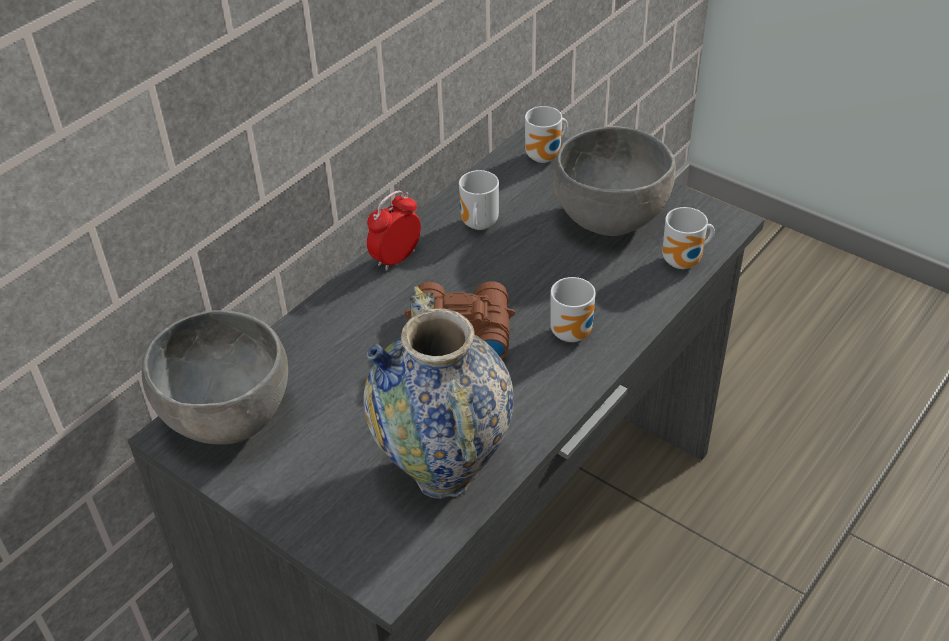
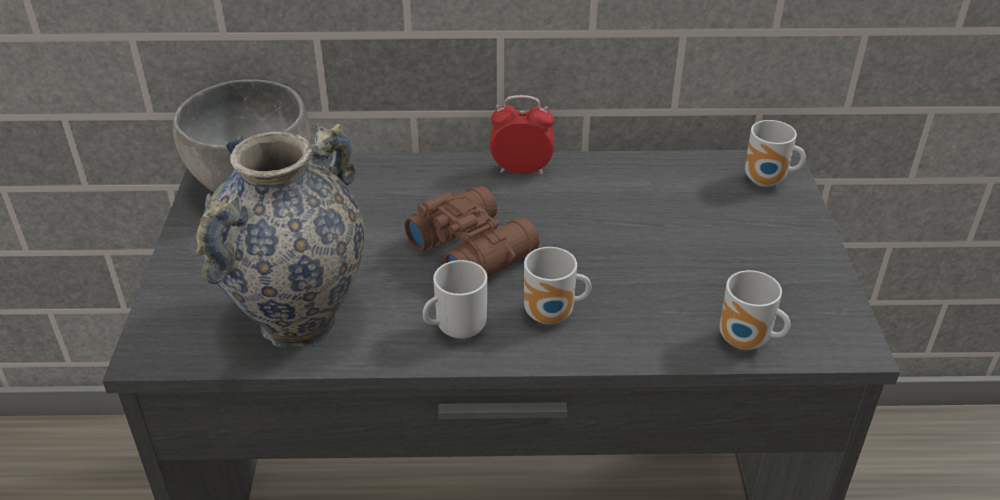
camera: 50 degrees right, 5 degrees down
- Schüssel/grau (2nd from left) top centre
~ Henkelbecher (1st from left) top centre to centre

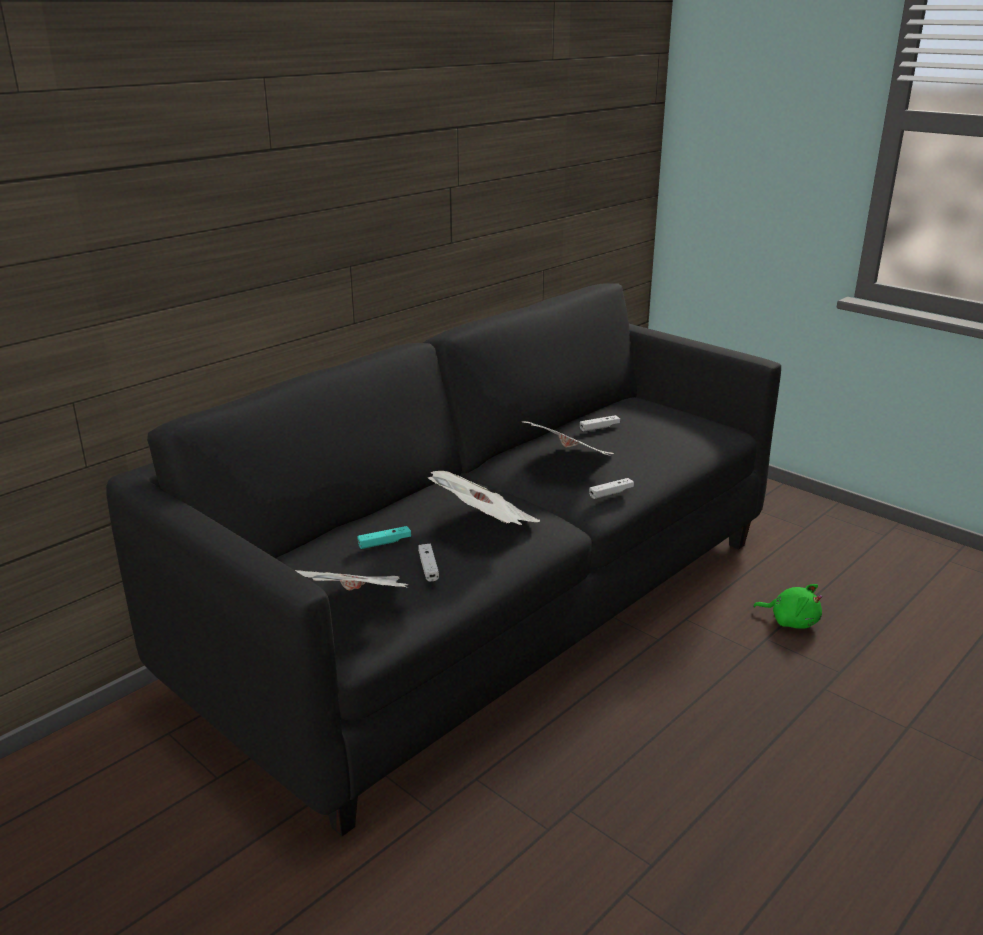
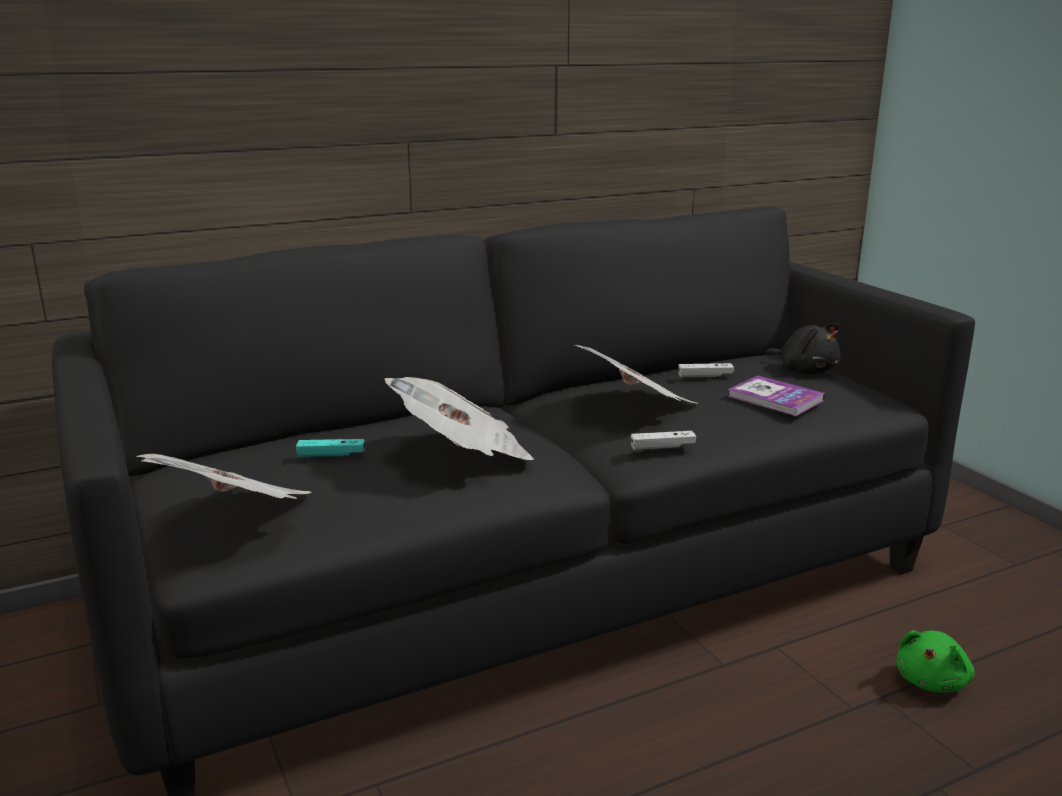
camera: 20 degrees right, 5 degrees down
- Gamepad/weiß (1st from left) centre
~ Plüschtier/grün middle right = bottom right 75 degrees clockwise
+ Plüschtier/schwarz middle right
+ Buch middle right

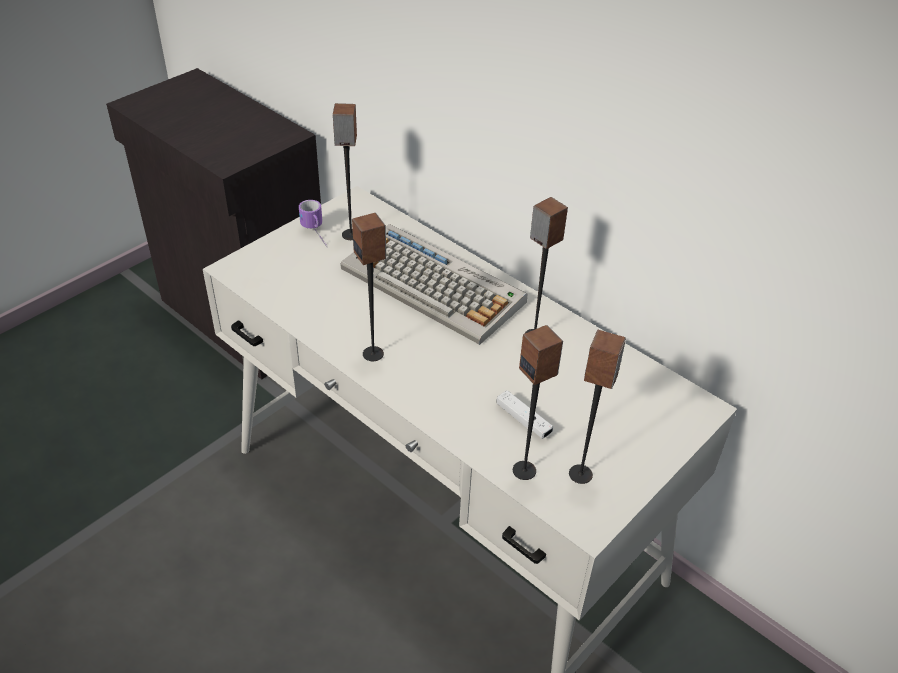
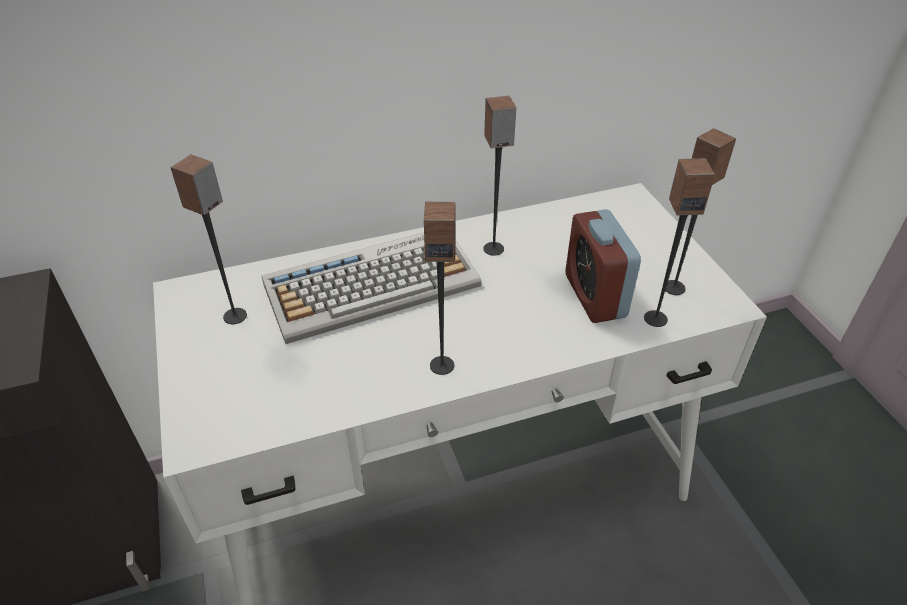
camera: 60 degrees left, 0 degrees up
- Henkelbecher top centre
~ Gamepad/weiß centre to Wecker centre

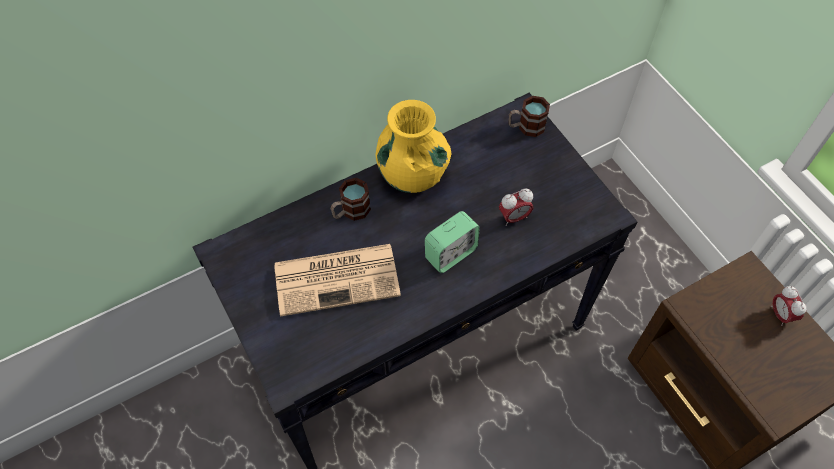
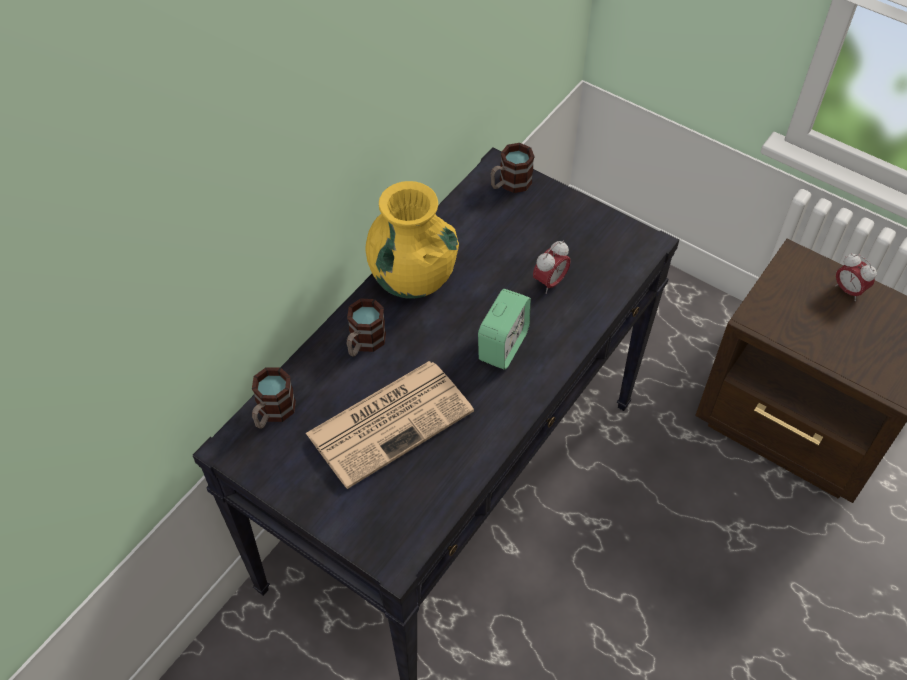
camera: 25 degrees left, 5 degrees down
+ Henkelbecher (1st from left) middle left

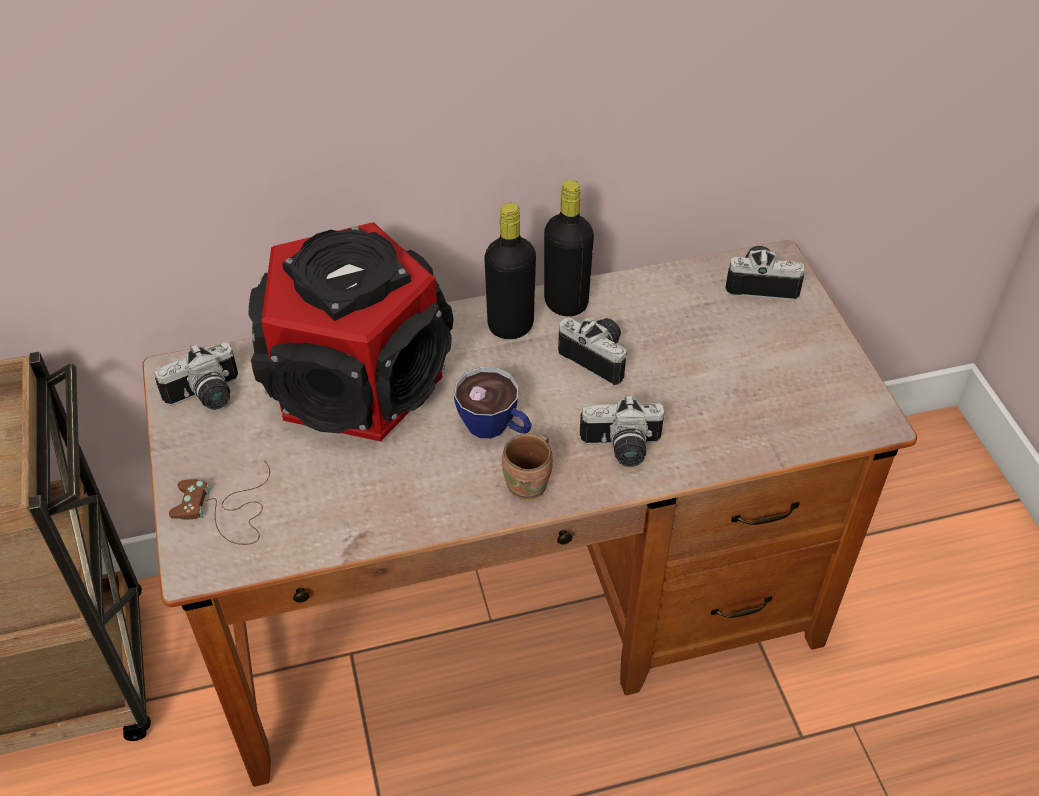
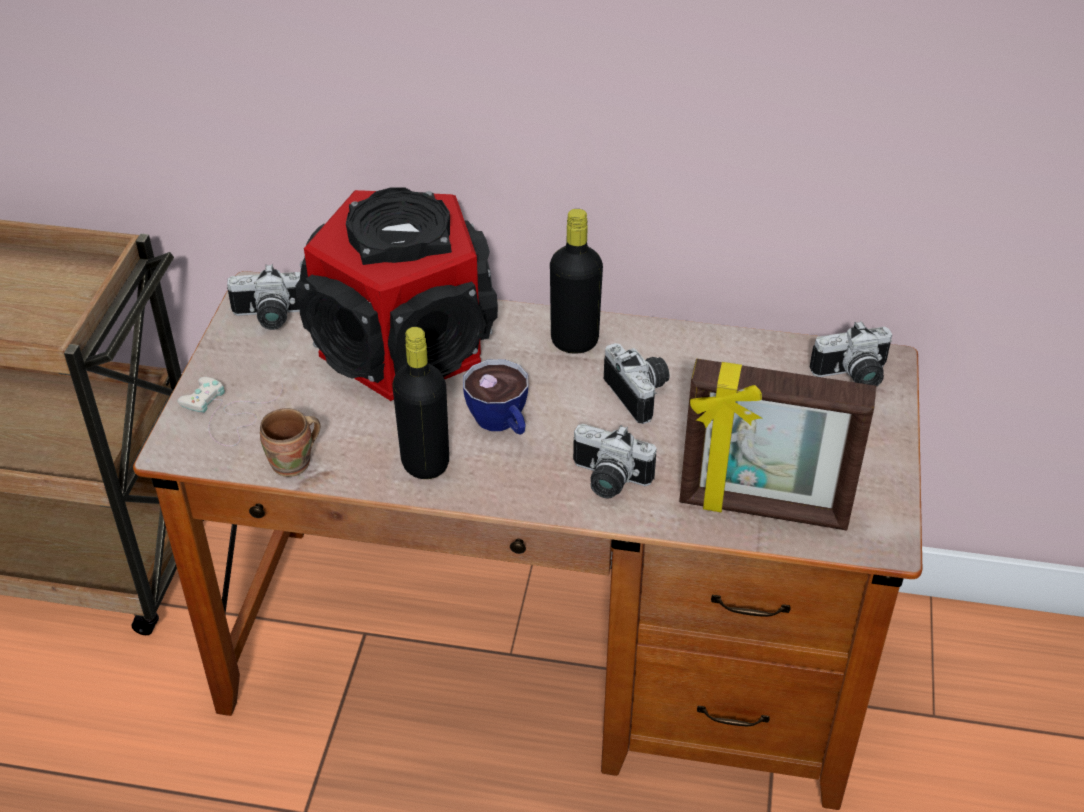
camera: 25 degrees right, 5 degrees down
~ Flasche/schwarz (2nd from left in the first image) top centre to Flasche/schwarz (1st from left) centre
~ Kamera (4th from left) middle right = middle right 135 degrees clockwise
~ Henkelbecher/braun centre to middle left
~ Gamepad/braun middle left to Gamepad/weiß middle left
+ Bilderrahmen middle right

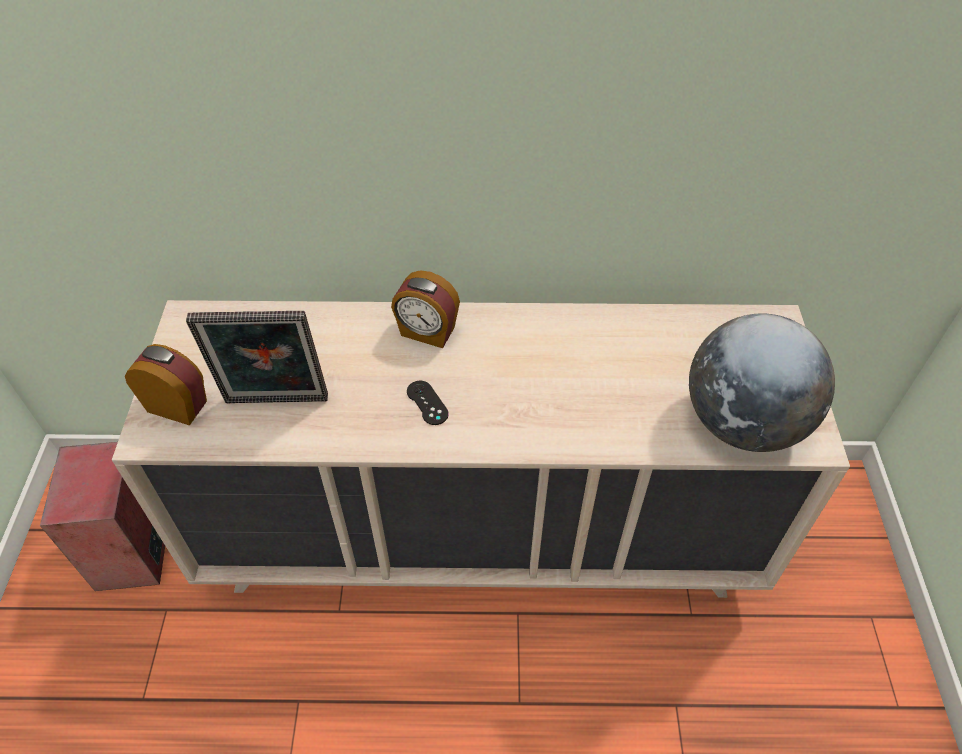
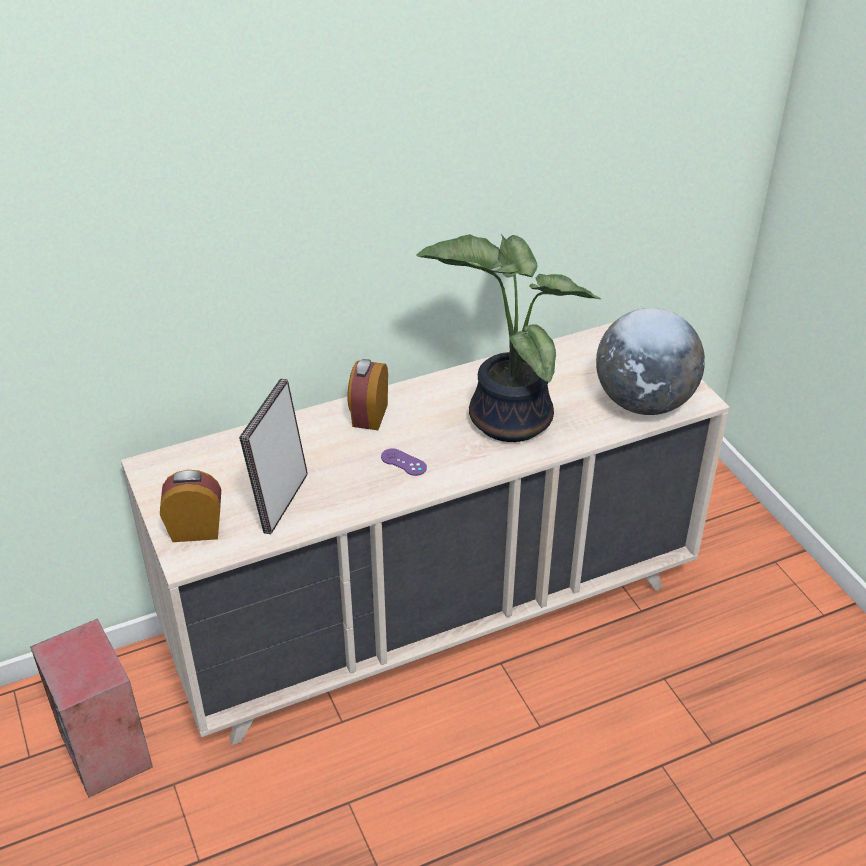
camera: 25 degrees left, 10 degrees down
~ Wecker (2nd from left) centre = centre 105 degrees clockwise
~ Bilderrahmen middle left = middle left 135 degrees clockwise
~ Gamepad/schwarz centre to Gamepad/lila centre
+ Topfpflanze centre

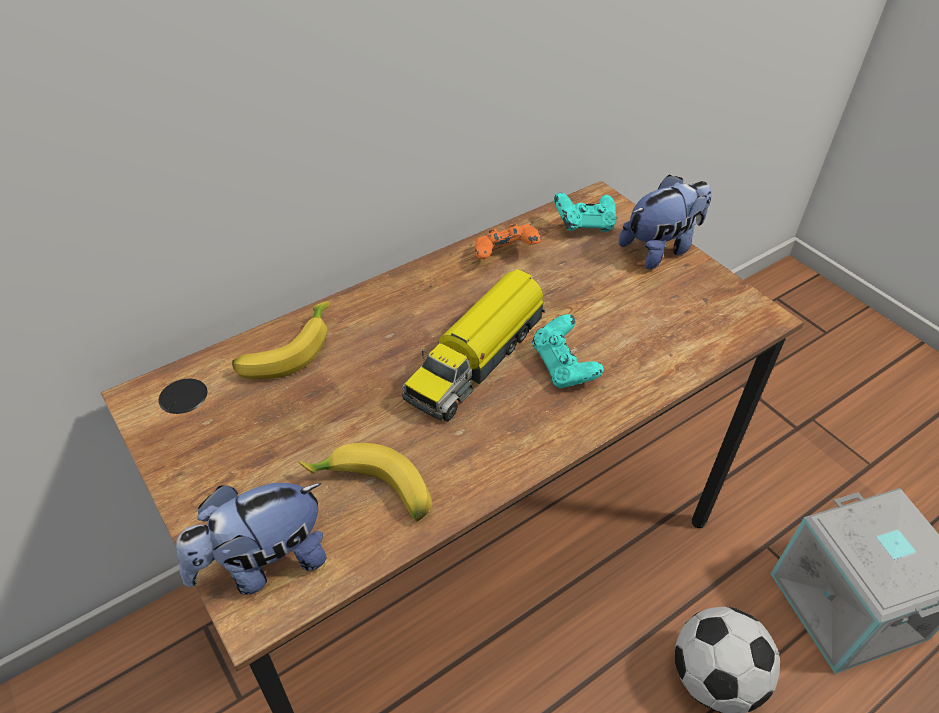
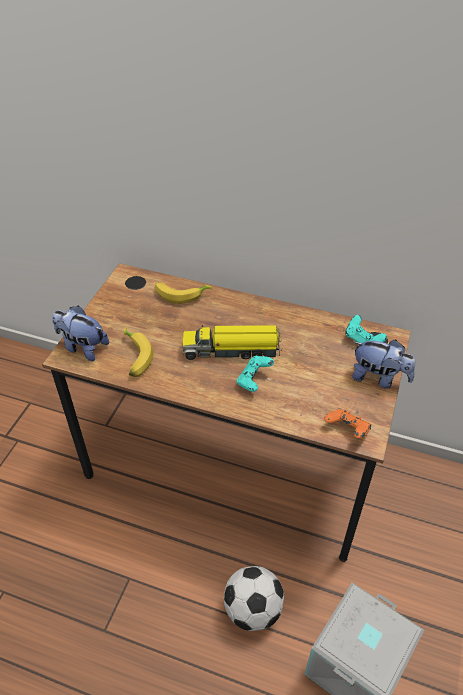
camera: 55 degrees right, 0 degrees up
~ Gamepad/orange centre to middle right

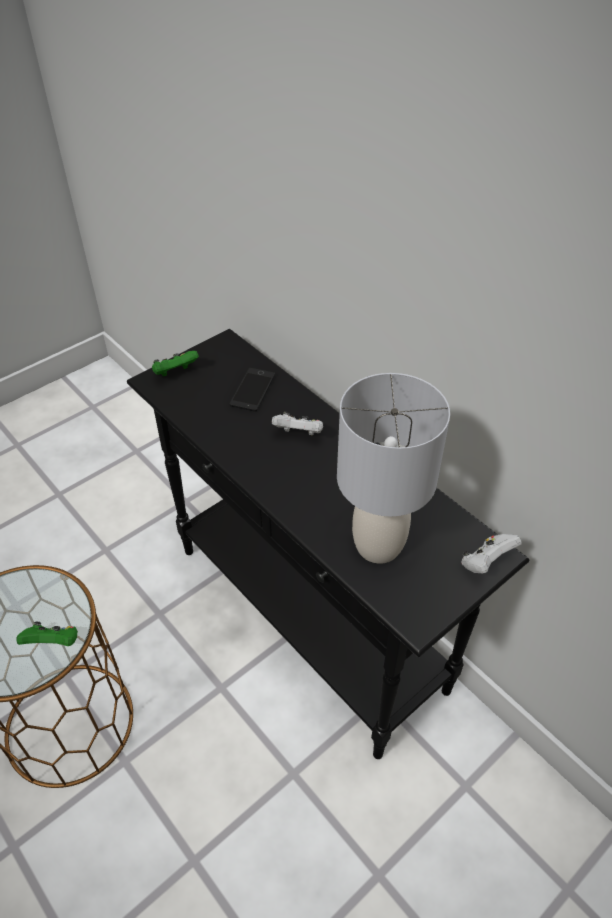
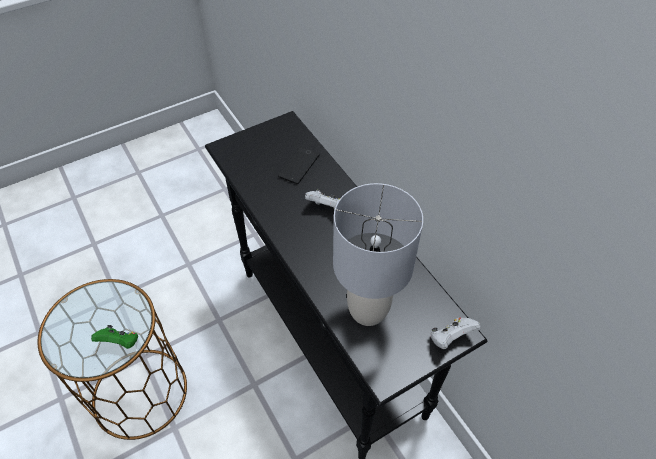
camera: 10 degrees right, 5 degrees up
- Gamepad/grün (2nd from left) middle left

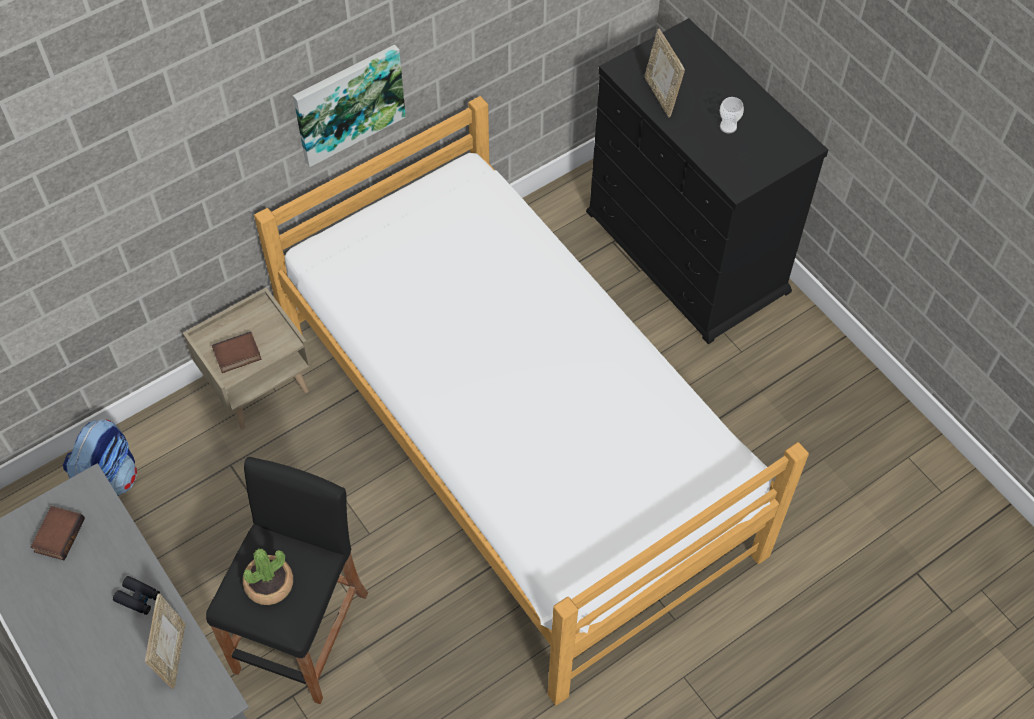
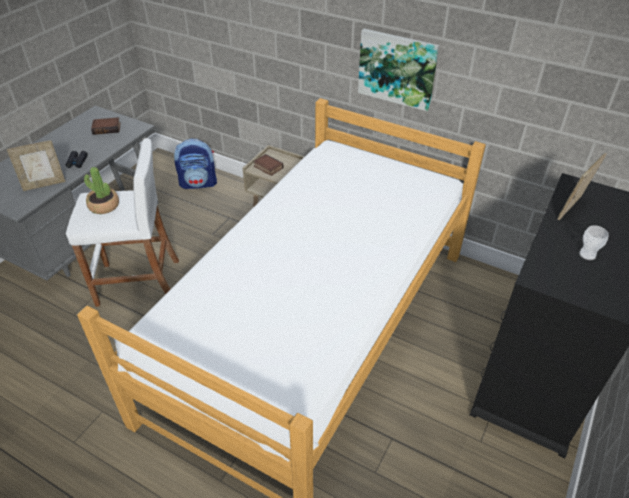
camera: 65 degrees right, 15 degrees down
~ Hocker/schwarz bottom left to Hocker/weiß middle left

